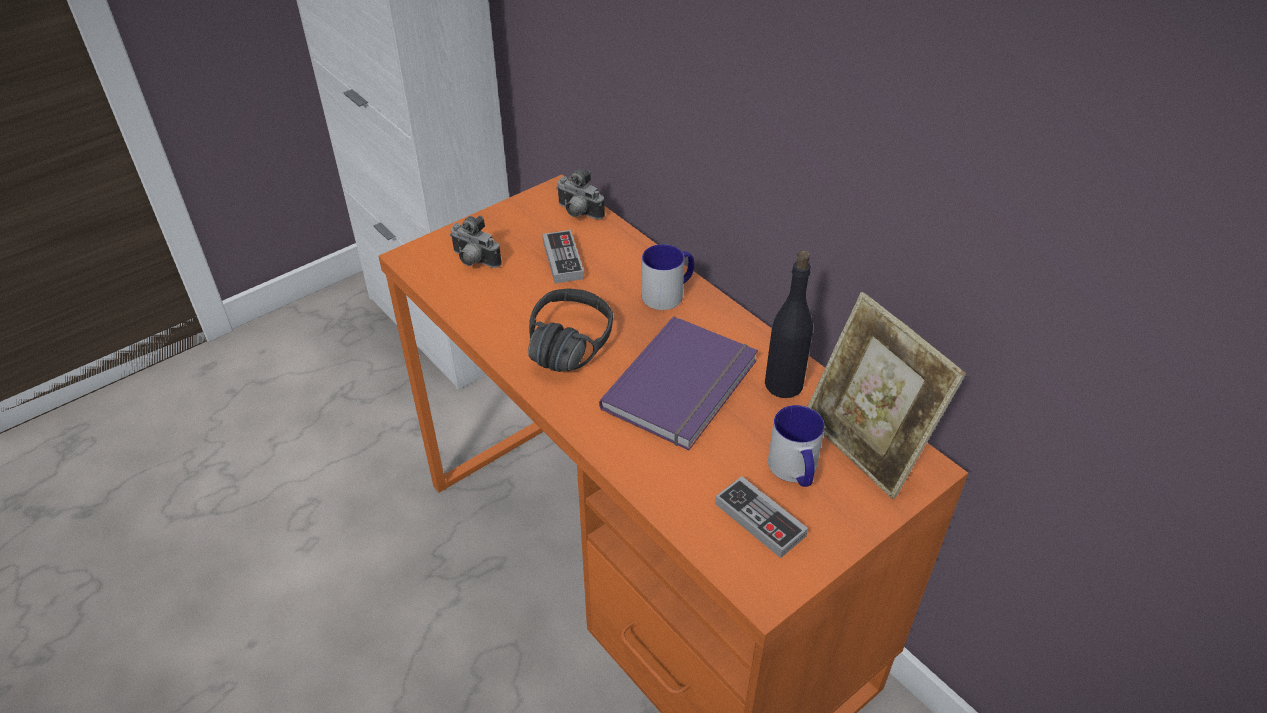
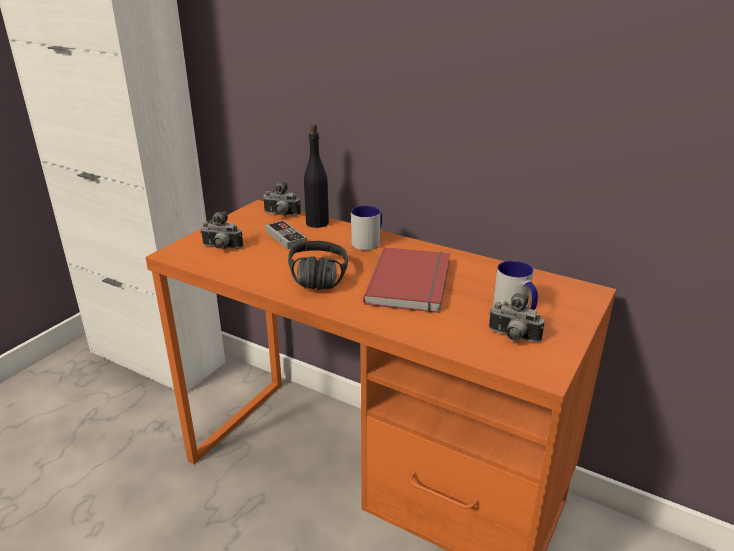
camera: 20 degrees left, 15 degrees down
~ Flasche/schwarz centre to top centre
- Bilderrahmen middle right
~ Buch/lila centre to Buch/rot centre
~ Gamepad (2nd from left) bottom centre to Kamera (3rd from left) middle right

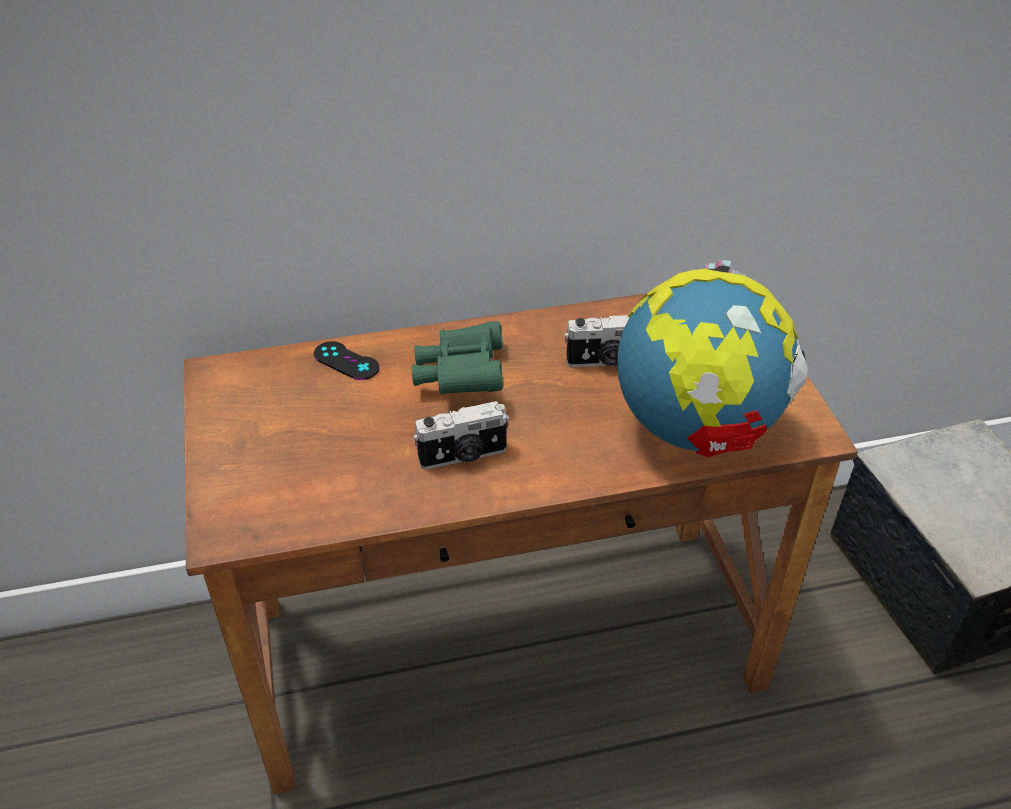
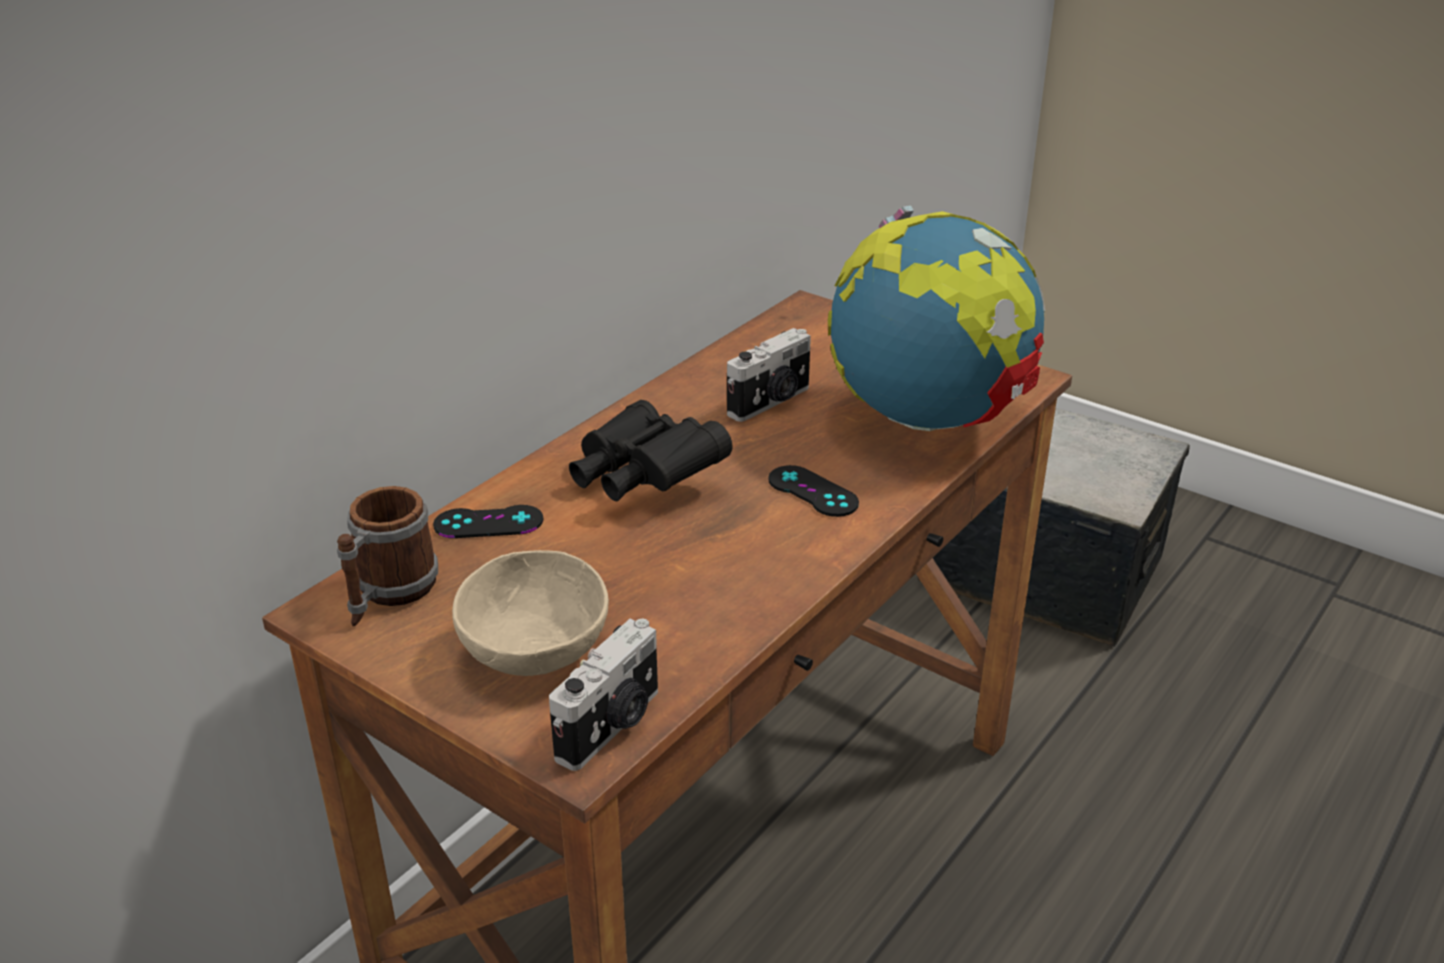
camera: 40 degrees left, 10 degrees down
~ Fernglas/grün centre to Fernglas/schwarz centre
~ Kamera (1st from left) centre to bottom centre
+ Gamepad/schwarz (2nd from left) centre
+ Henkelbecher middle left
+ Schüssel/beige centre

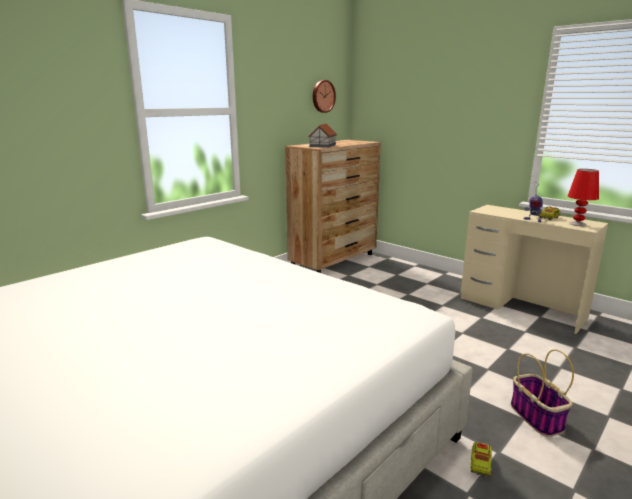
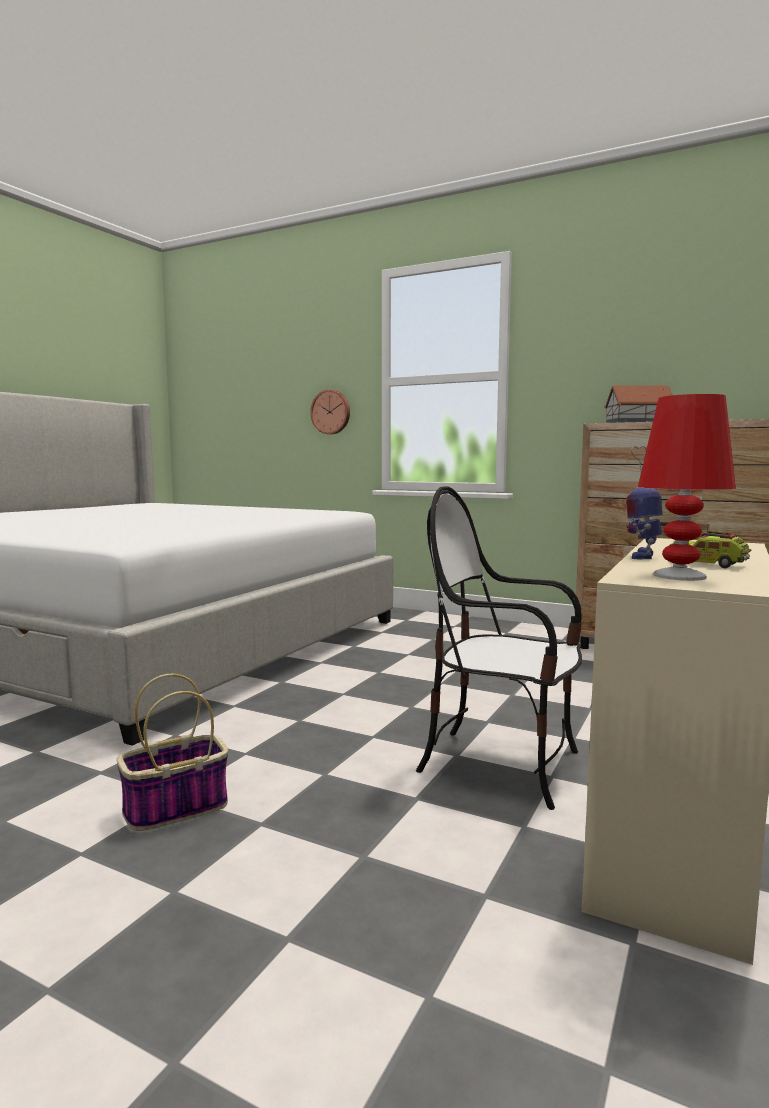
camera: 75 degrees right, 10 degrees down
~ Wanduhr top centre to centre
- Spielzeuglaster (1st from left) bottom right
+ Stuhl centre

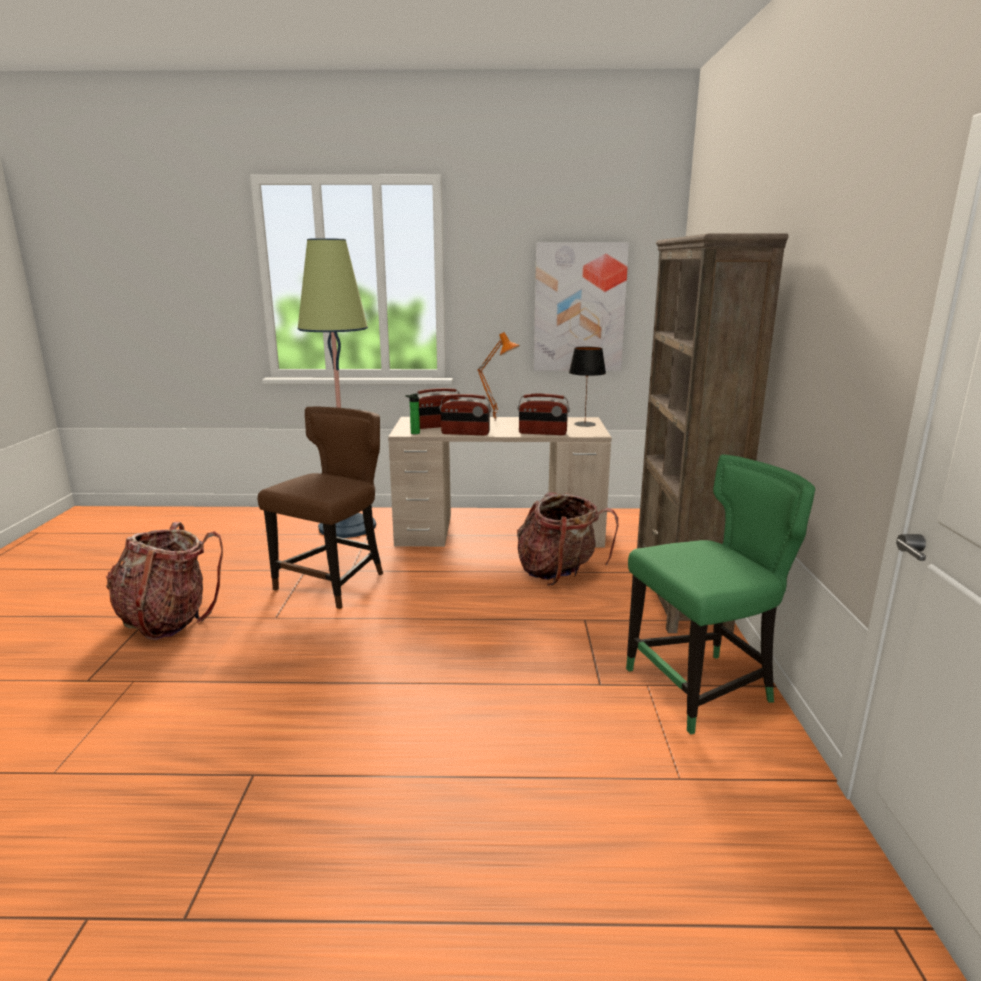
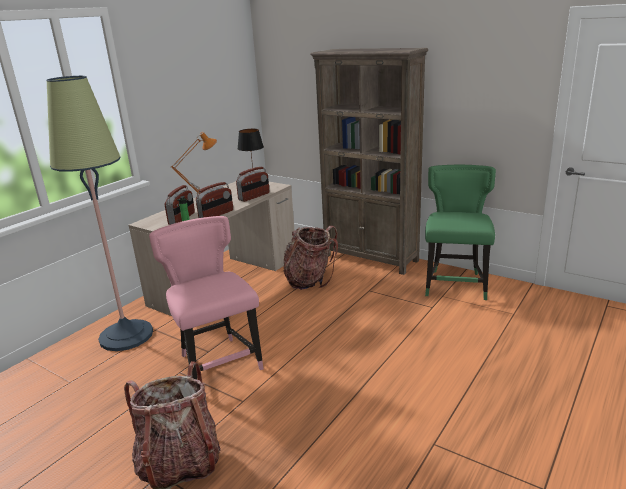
camera: 55 degrees left, 5 degrees up
- Bild top centre
~ Stuhl/braun middle left to Stuhl/rosa middle left

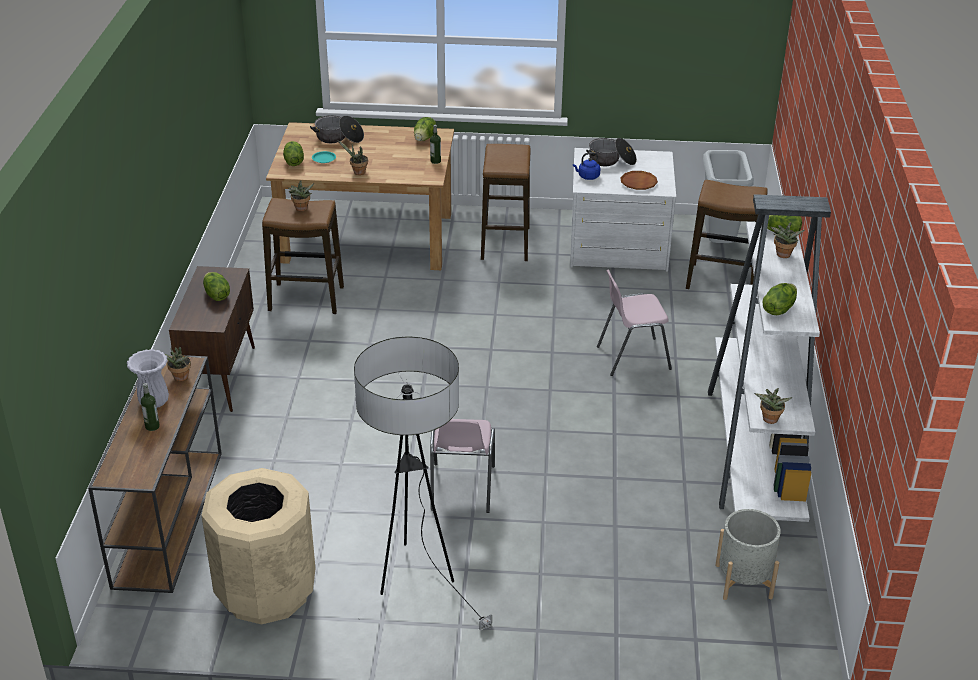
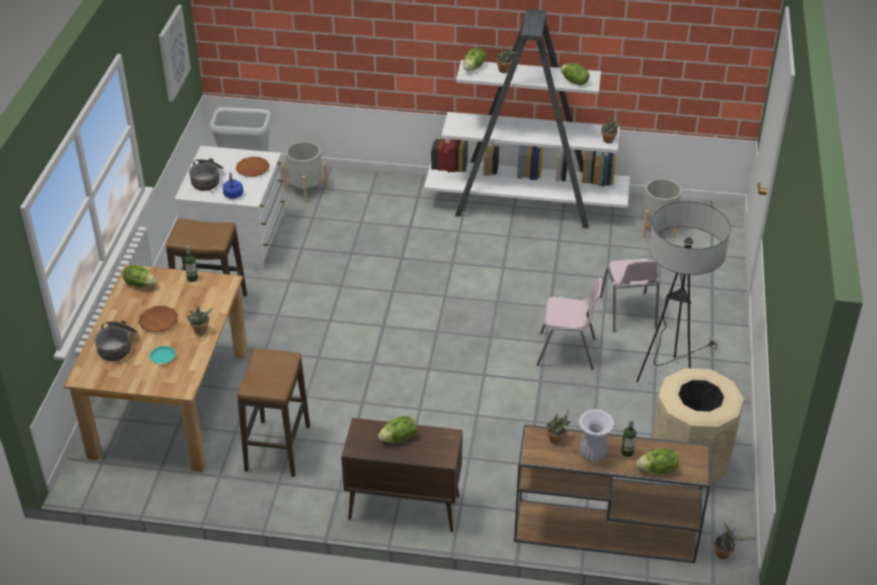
camera: 85 degrees left, 5 degrees up
~ Salatkopf (2nd from left in the first image) top left to Salatkopf (5th from left) bottom right
~ Topfpflanze (2nd from left in the first image) top left to Topfpflanze (5th from left) bottom right
~ Hocker (3rd from left) middle right to Pflanzkübel/grau (1st from left) top centre
~ Stuhl/rosa (2nd from left) centre to middle right
+ Bild top left
+ Teller/braun (1st from left) middle left

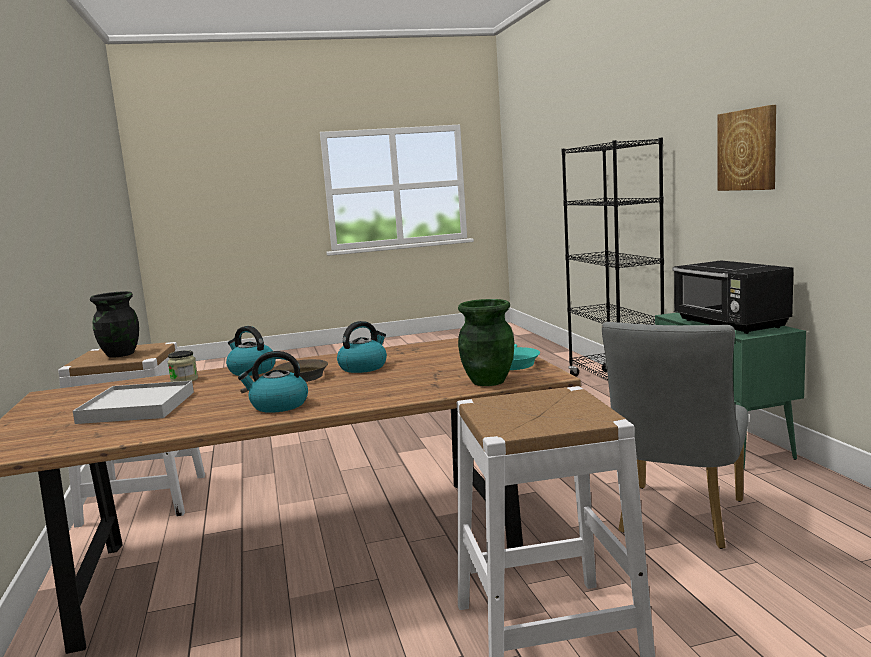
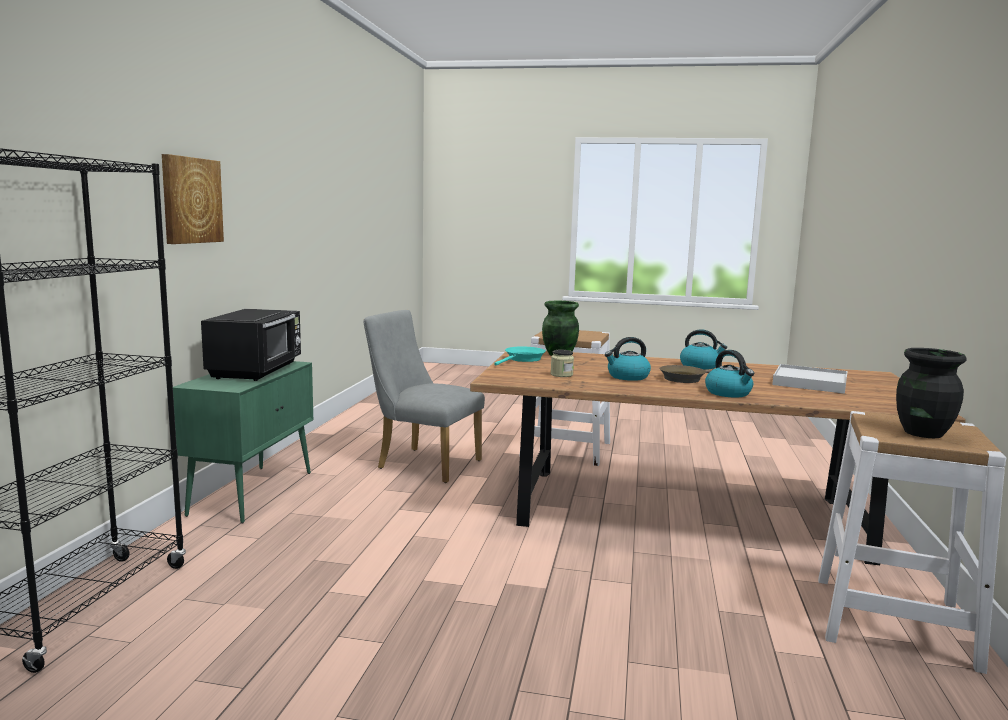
camera: 155 degrees left, 0 degrees up
~ Stuhl/grau middle right = centre 120 degrees counterclockwise
~ Vorratsglas middle left to centre

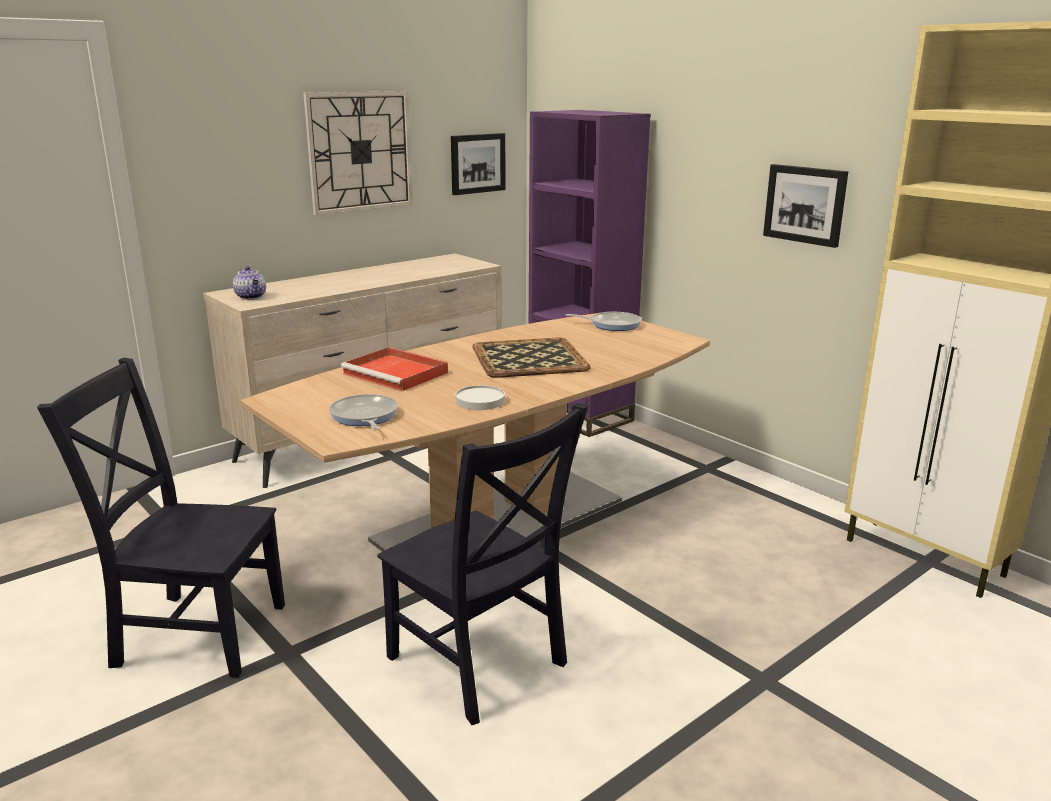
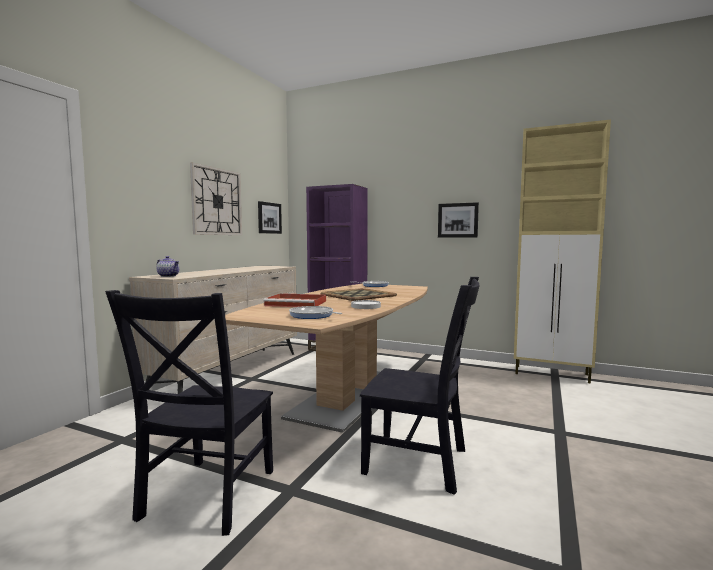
camera: 25 degrees left, 15 degrees down
~ Stuhl/schwarz (1st from left) middle left = bottom left 60 degrees counterclockwise

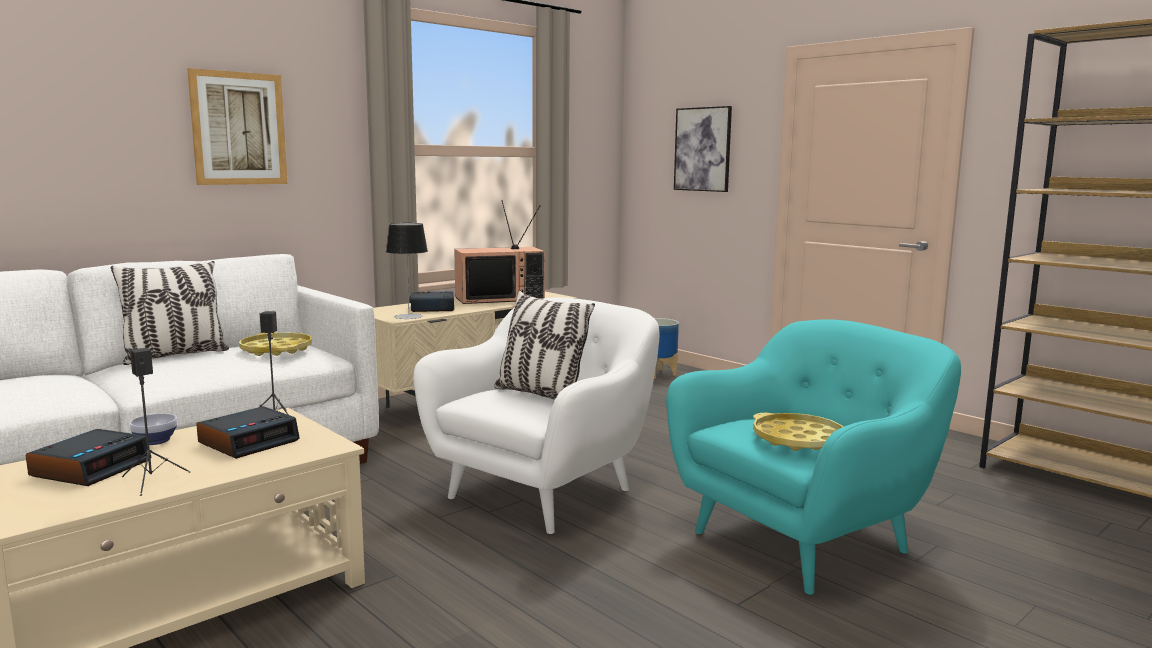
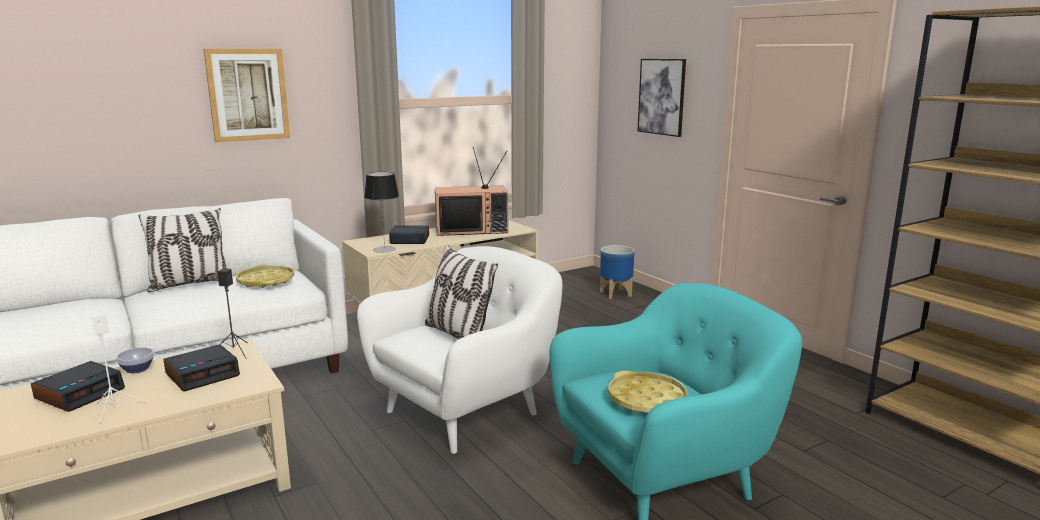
camera: 10 degrees right, 5 degrees up
~ Lautsprecher/schwarz (1st from left) middle left to Lautsprecher/weiß bottom left

